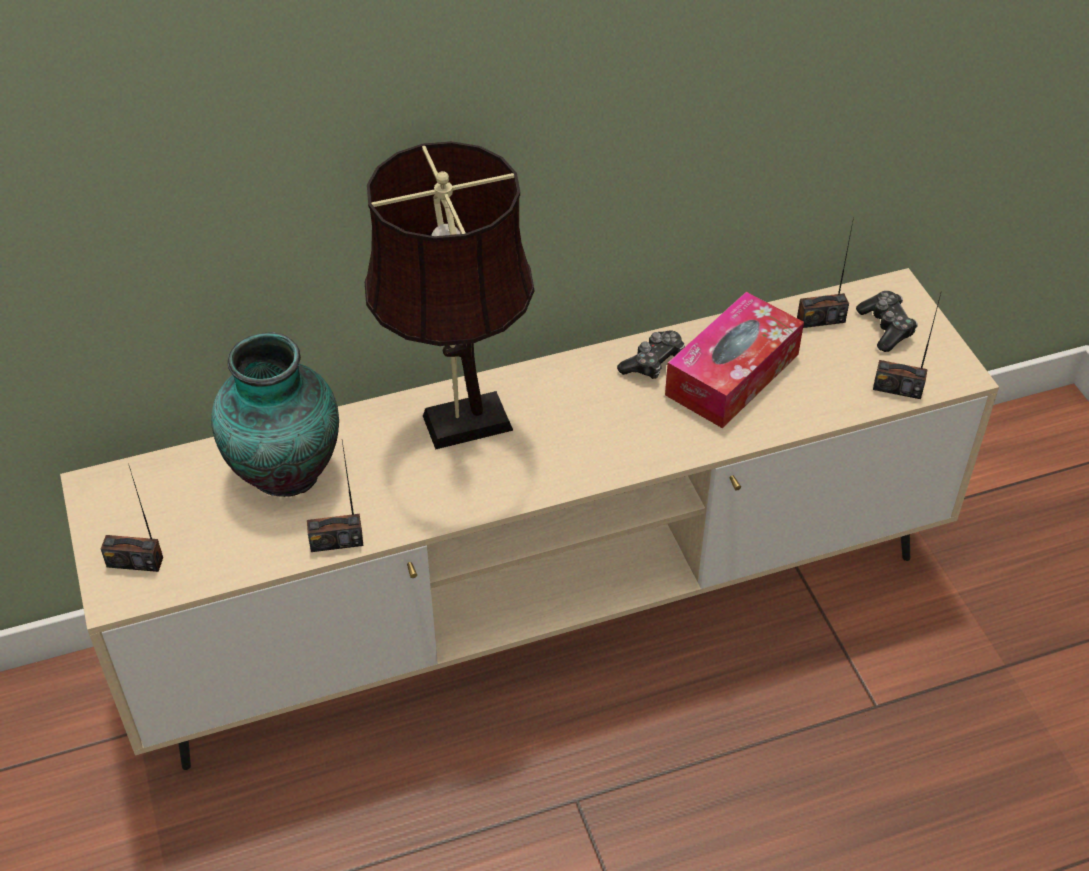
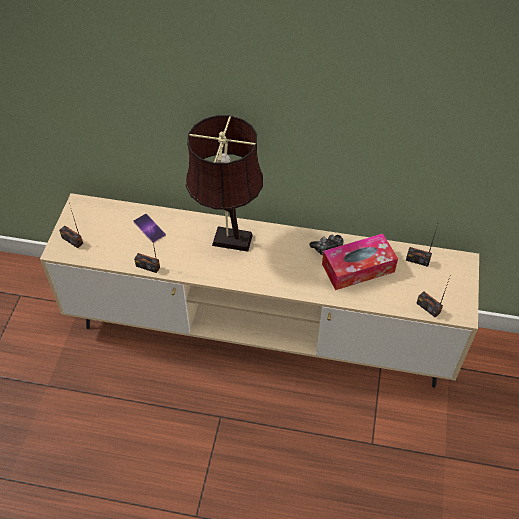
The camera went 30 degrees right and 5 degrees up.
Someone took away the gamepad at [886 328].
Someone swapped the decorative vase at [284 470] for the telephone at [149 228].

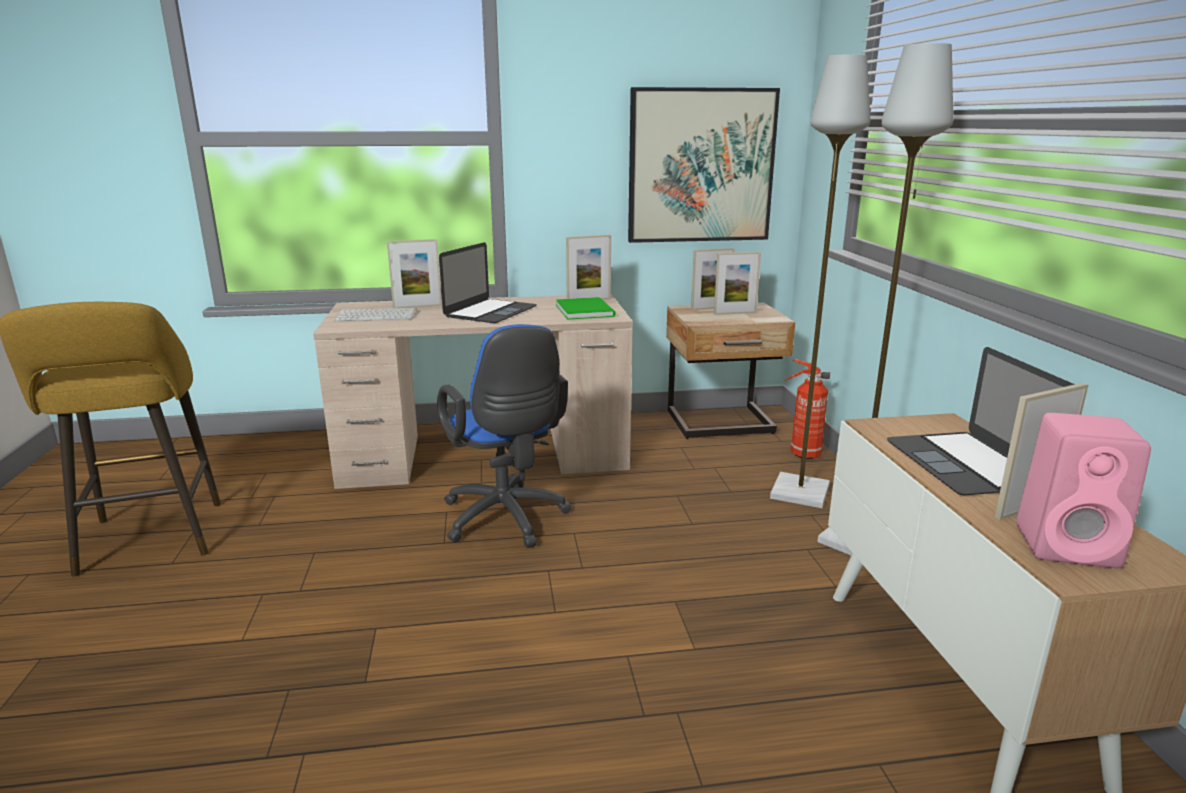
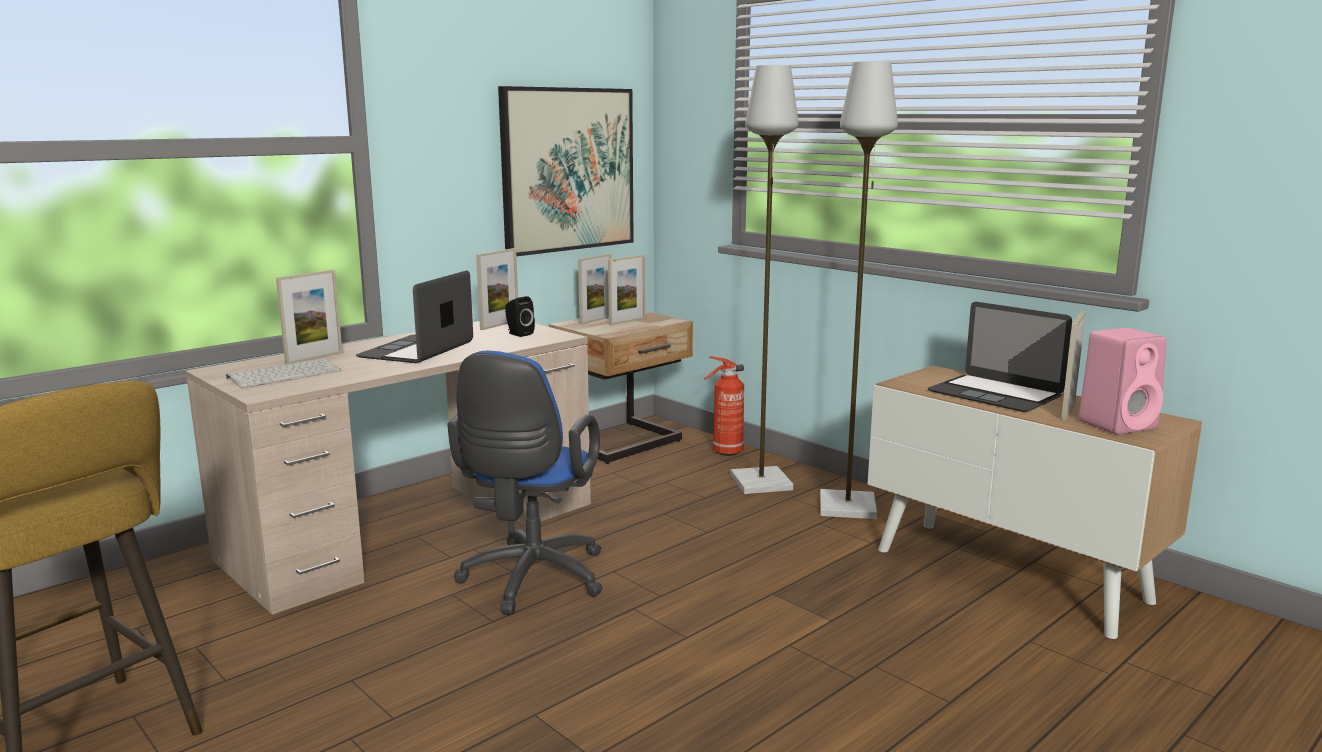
The camera went 35 degrees left and 5 degrees down.
Someone rotated the notebook computer at [490 311] by 150 degrees counterclockwise.
Someone swapped the greenish book at [585 310] for the blackish audio speaker at [518 334].
Someone rotated the blue-coloured computer chair at [507 520] by 75 degrees clockwise.

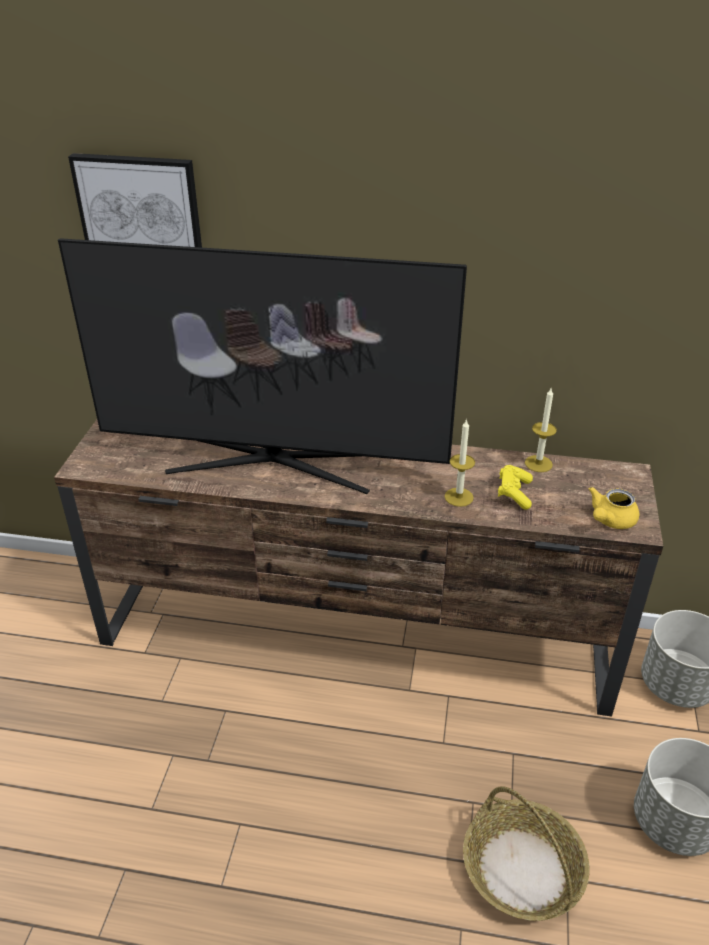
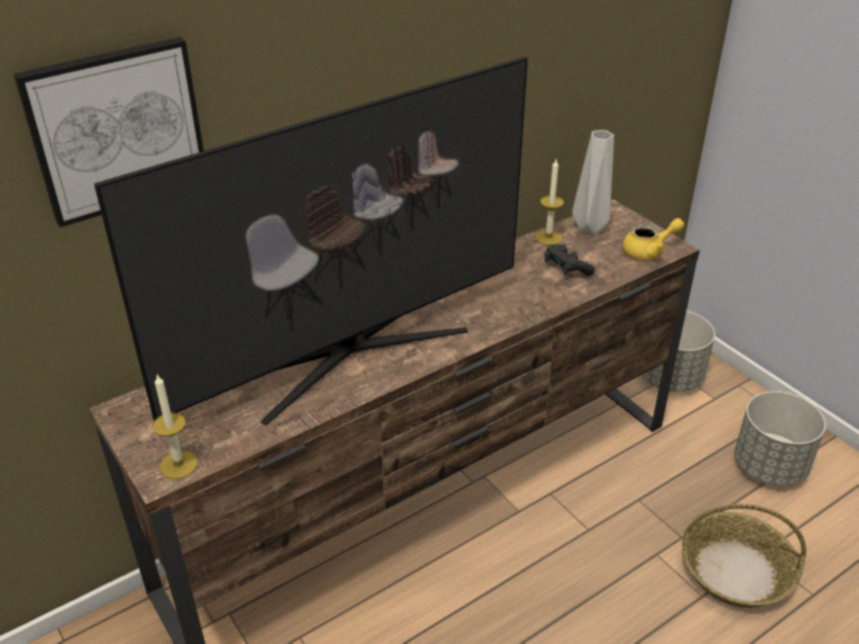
The camera went 45 degrees left and 0 degrees up.
Someone carried the wax light from [459 497] to [178 465].
Someone repainted the yellow gamepad at [514 493], which became the blackish gamepad at [566 268].
Someone rotated the yellow pot for tea at [610 520] by 105 degrees counterclockwise.
Someone put down the gray decorative vase at [591 227].

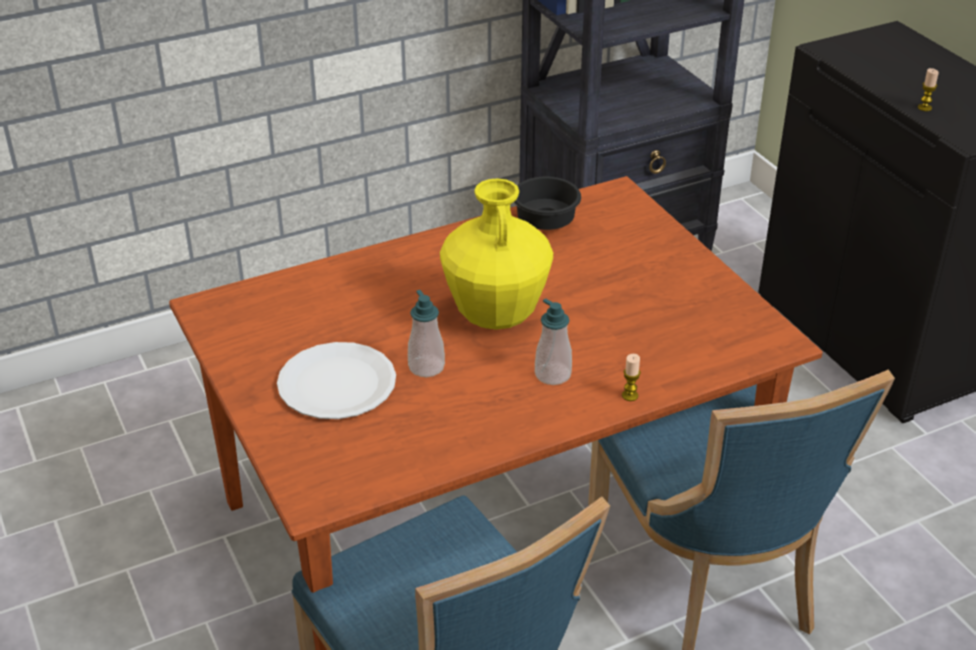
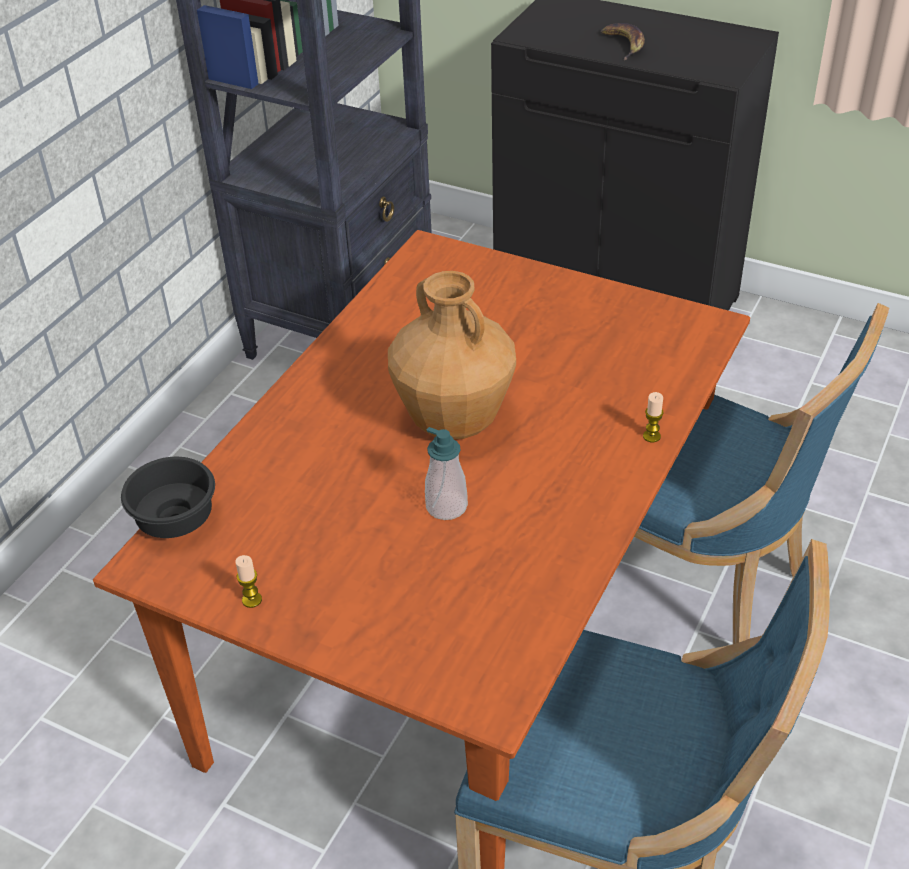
The camera went 35 degrees left and 5 degrees up.
Someone carried the wax light from [924 108] to [252 600].
Someone carried the blackish deep dish from [547 223] to [178 519].
Someone repainted the yellow decorative vase at [496 316], which became the brown decorative vase at [453 422].
Someone took away the soap dispenser at [553 374].
Someone took away the white-coloured flat dish at [337 384].
Someone put down the whole banana at [624 44].

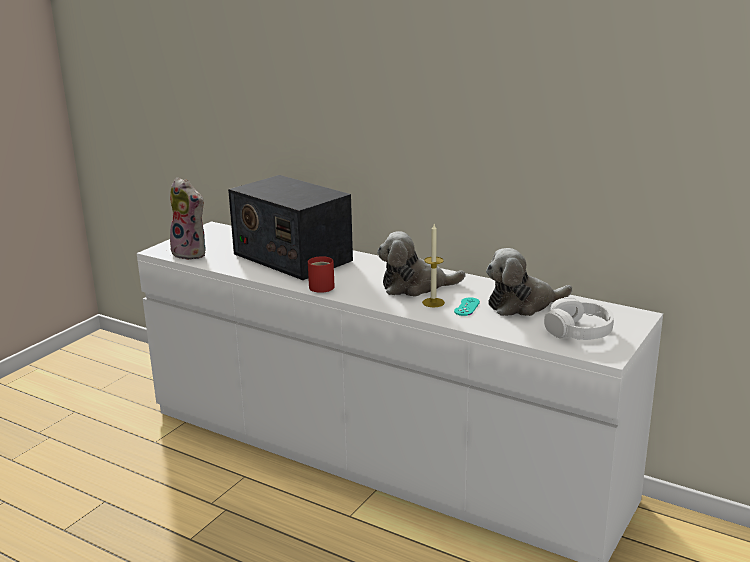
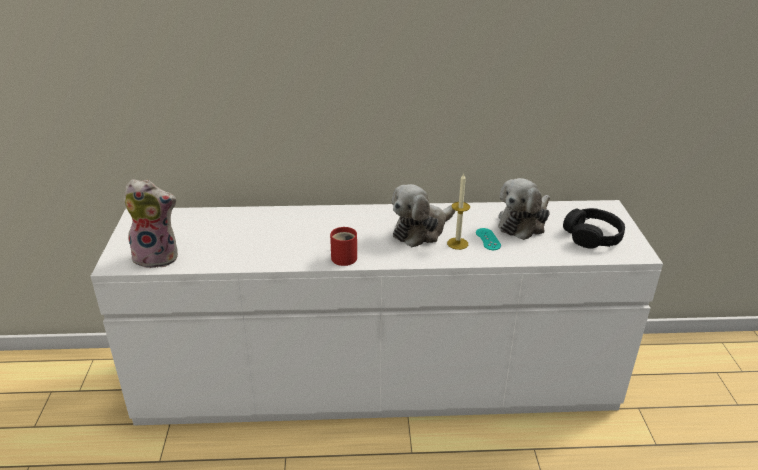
The camera went 35 degrees left and 10 degrees up.
Someone took away the radio receiver at [292 257].
Someone repainted the white-coloured pair of headphones at [578 331], which became the blackish pair of headphones at [592 236].

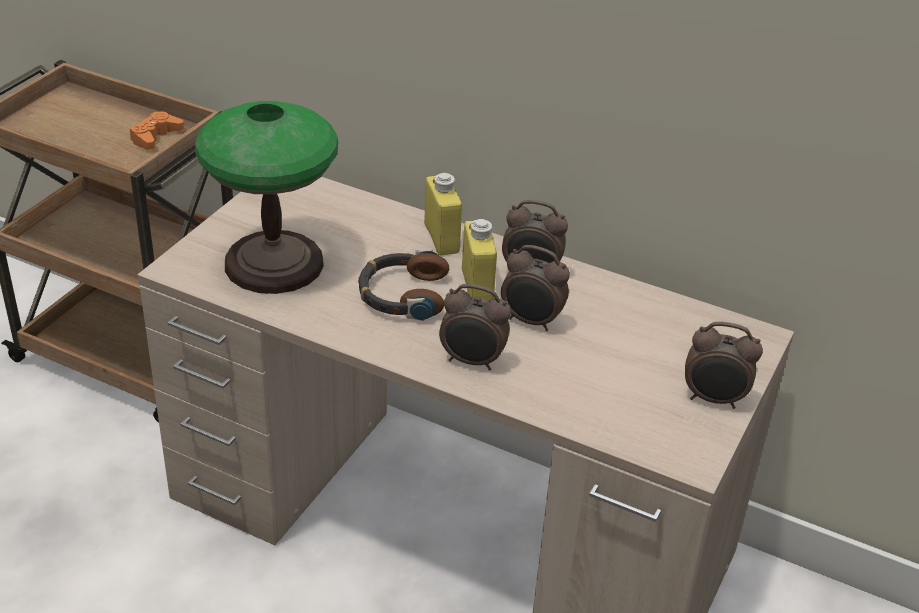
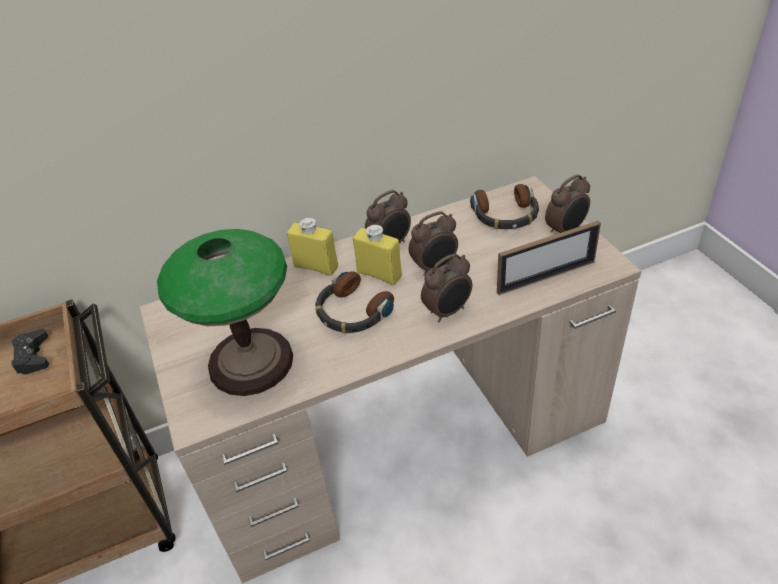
The camera went 45 degrees left and 5 degrees up.
Someone repainted the orangey gamepad at [155 137], which became the blackish gamepad at [33 357].
Someone put down the pair of headphones at [505 215].
Someone put down the photo frame at [546 277].

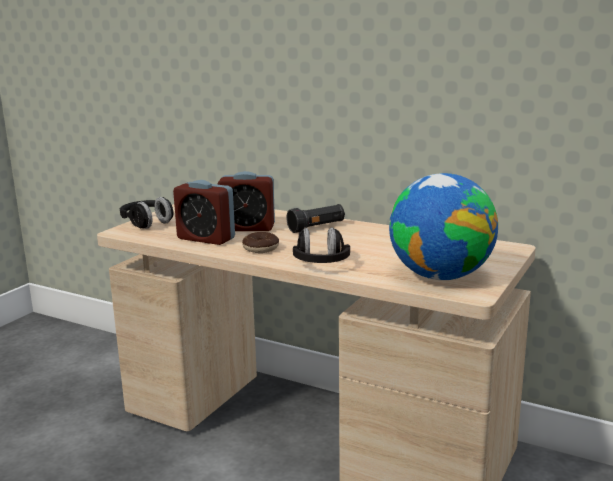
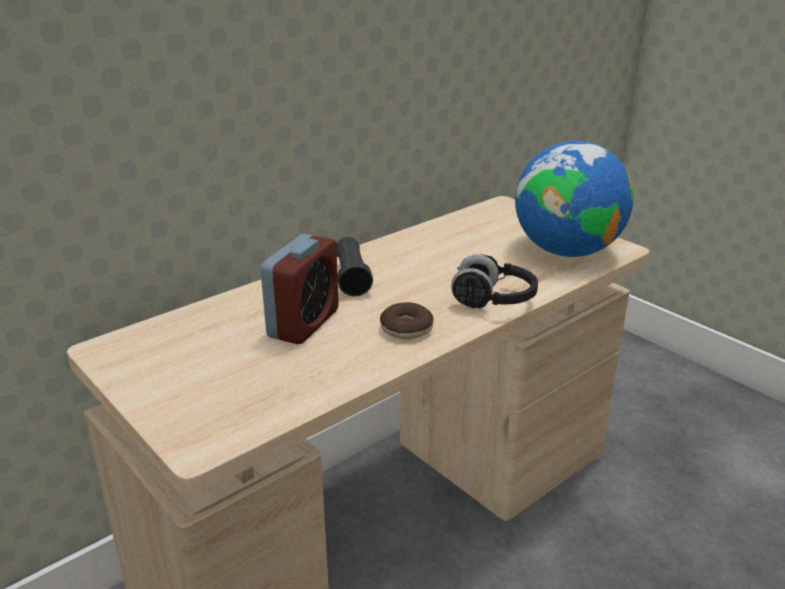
The camera went 70 degrees left and 10 degrees up.
Someone took away the bedside clock at [206 238].
Someone took away the blackish pair of headphones at [147 223].

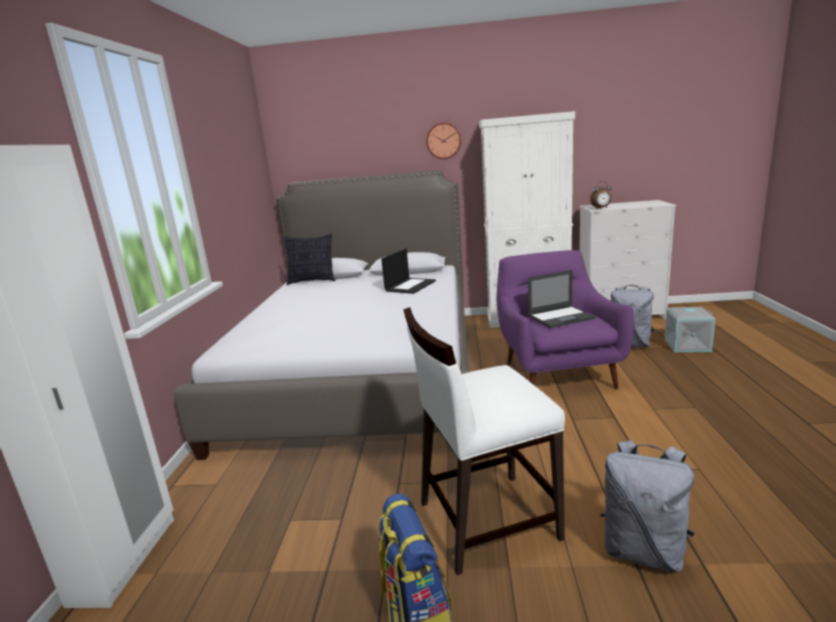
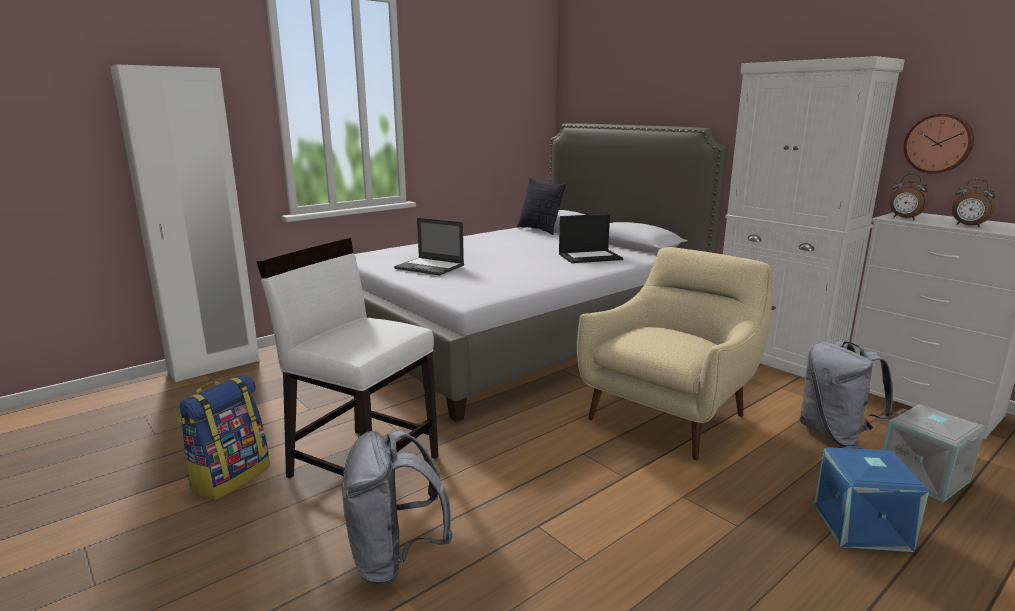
The camera went 45 degrees right and 0 degrees up.
Someone carried the hanging clock from [443 141] to [938 143].
Someone repainted the purple easy chair at [556 373], which became the beige easy chair at [670 414].
Someone carried the notebook computer from [561 317] to [430 267].
Someone put down the bedside clock at [967 226].
Someone put down the blue-coloured storage bin at [863 527].

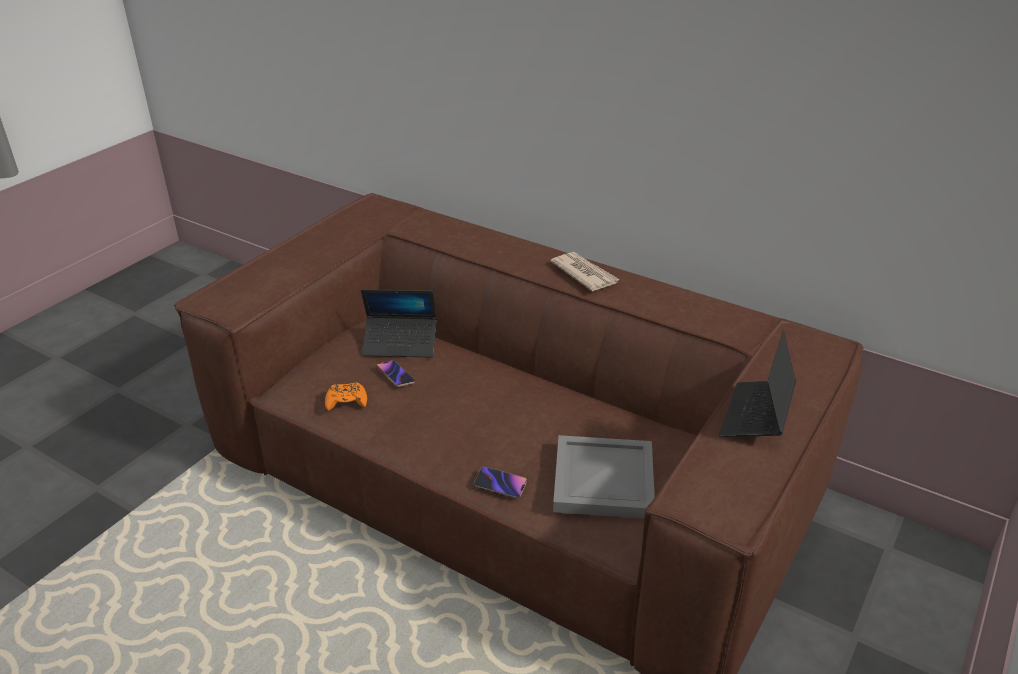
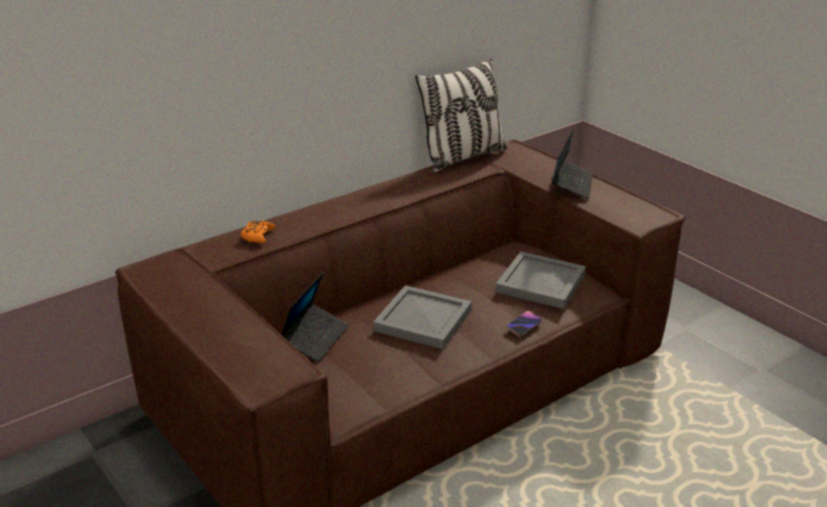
The camera went 70 degrees left and 5 degrees down.
Someone took away the printed paper at [584 273].
Someone rotated the notebook computer at [756 416] by 120 degrees counterclockwise.
Someone took away the telephone at [395 376].
Someone carried the orangey gamepad from [346 401] to [257 236].
Someone put down the pillow at [462 158].
Someone put down the gray serving tray at [423 321].

